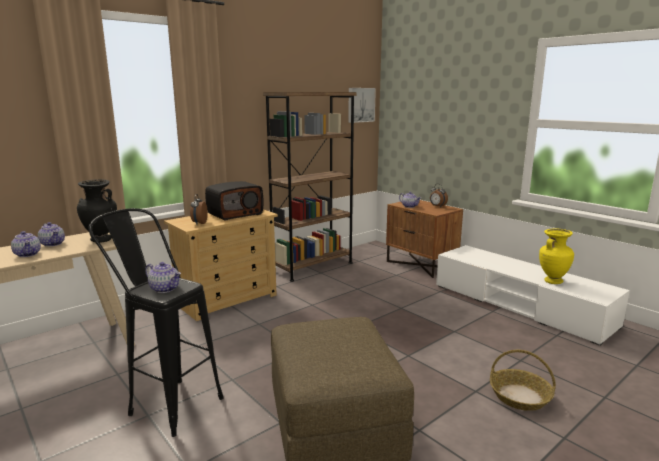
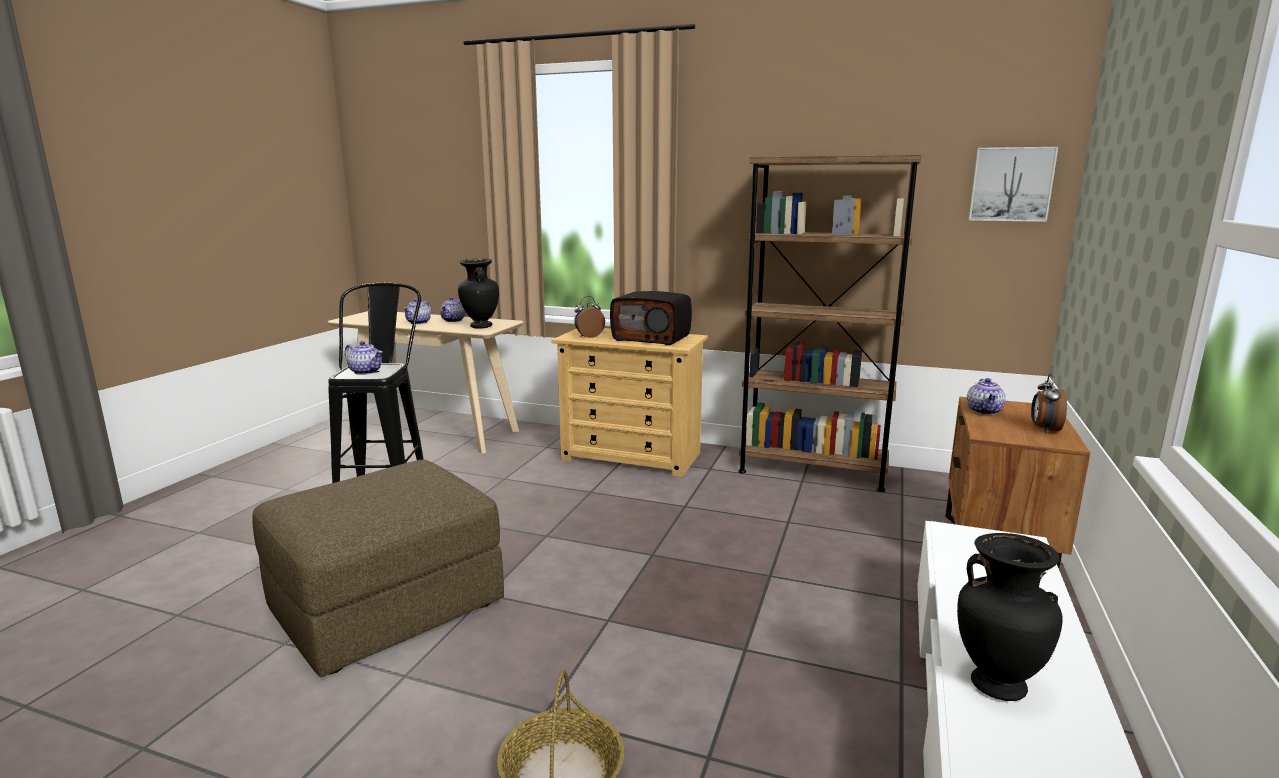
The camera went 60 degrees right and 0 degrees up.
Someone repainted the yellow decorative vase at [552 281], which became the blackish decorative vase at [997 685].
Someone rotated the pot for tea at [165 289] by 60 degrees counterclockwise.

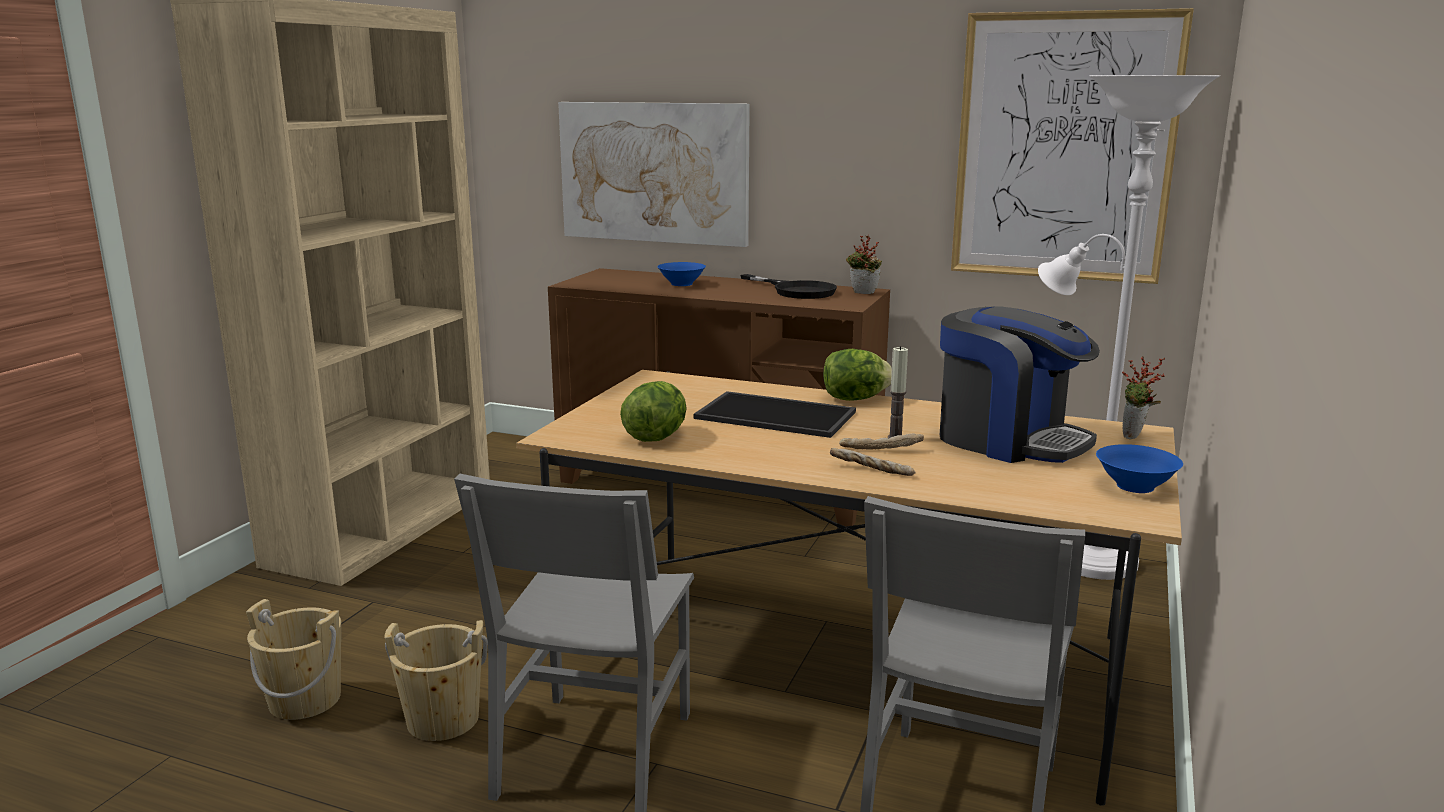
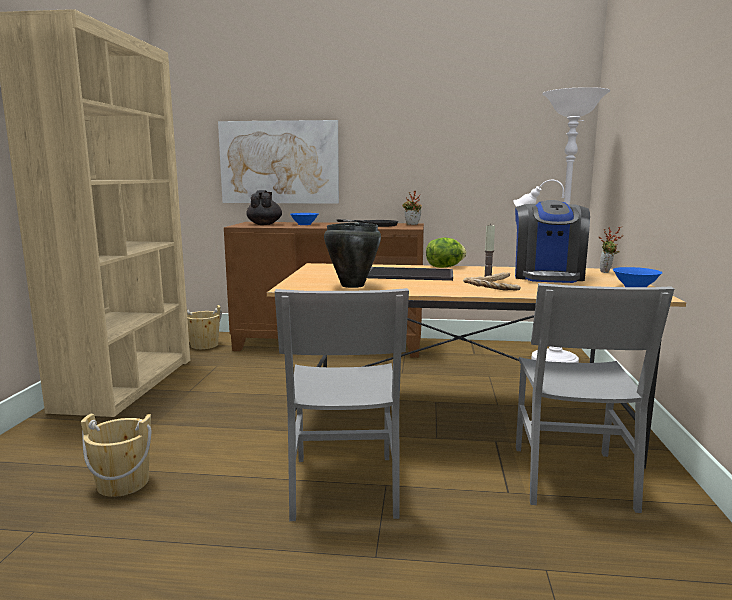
The camera went 15 degrees left and 5 degrees down.
Someone took away the picture at [1064 148].
Someone rotated the coffee brewer at [1009 440] by 75 degrees clockwise.
Someone swapped the lettuce head at [656 437] for the blackish cooking pot at [352 285].
Someone carried the beige bucket from [443 720] to [204 345].
Someone put down the blackish pot for tea at [264 224].

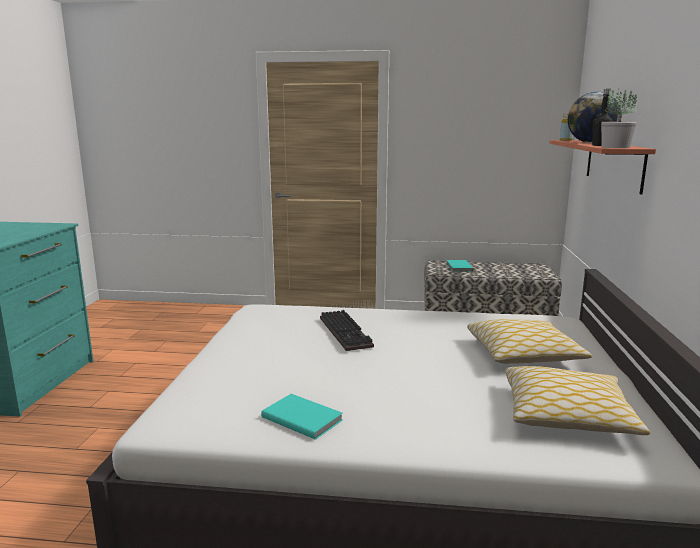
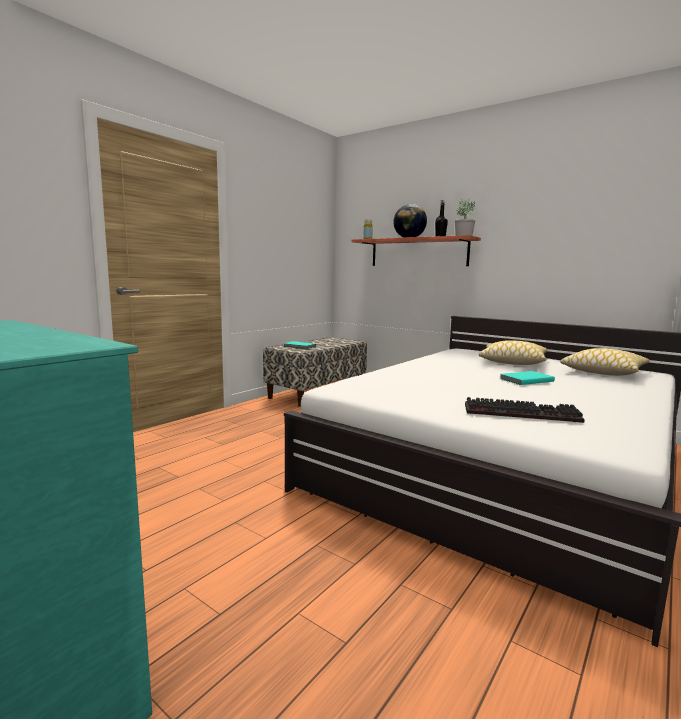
The camera went 60 degrees left and 5 degrees down.
Someone carried the computer keyboard from [347 332] to [522 413].
Someone carried the turquoise-coloured book from [302 418] to [525 380].

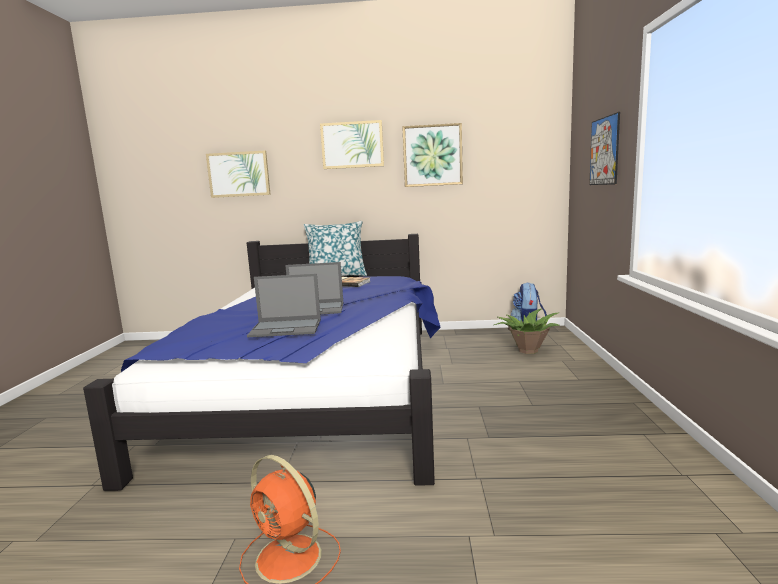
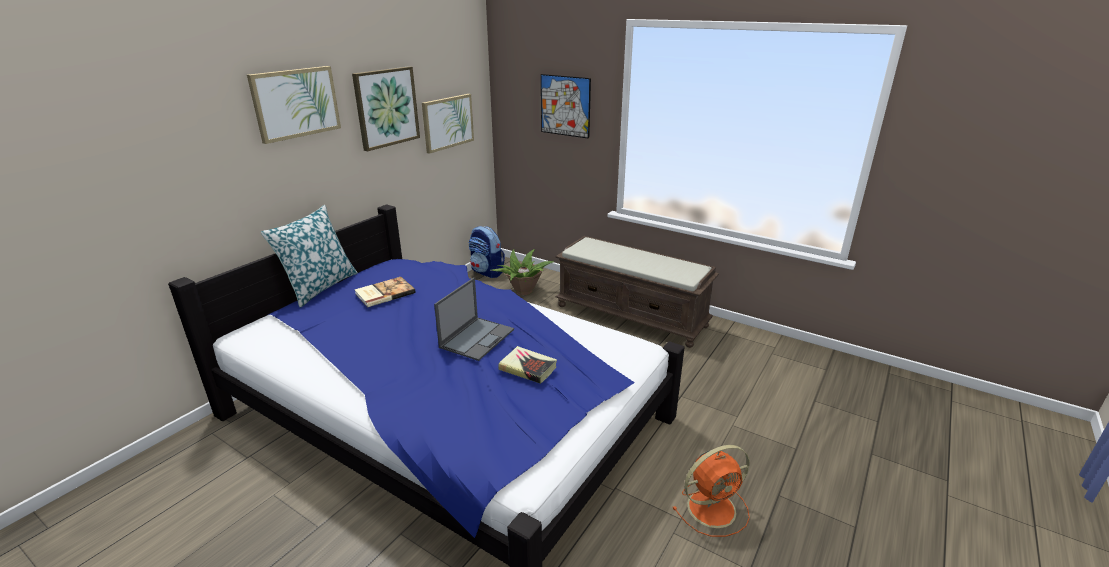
The camera went 60 degrees left and 15 degrees up.
Someone carried the picture from [239 174] to [448 122].
Someone swapped the notebook computer at [286 328] for the book at [528 368].
Someone put down the brown long seat at [632 315].

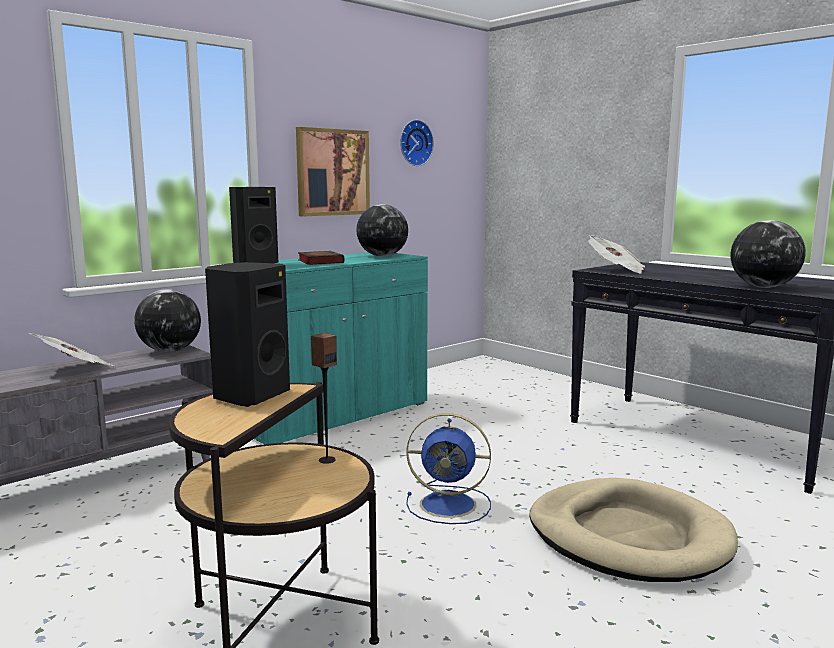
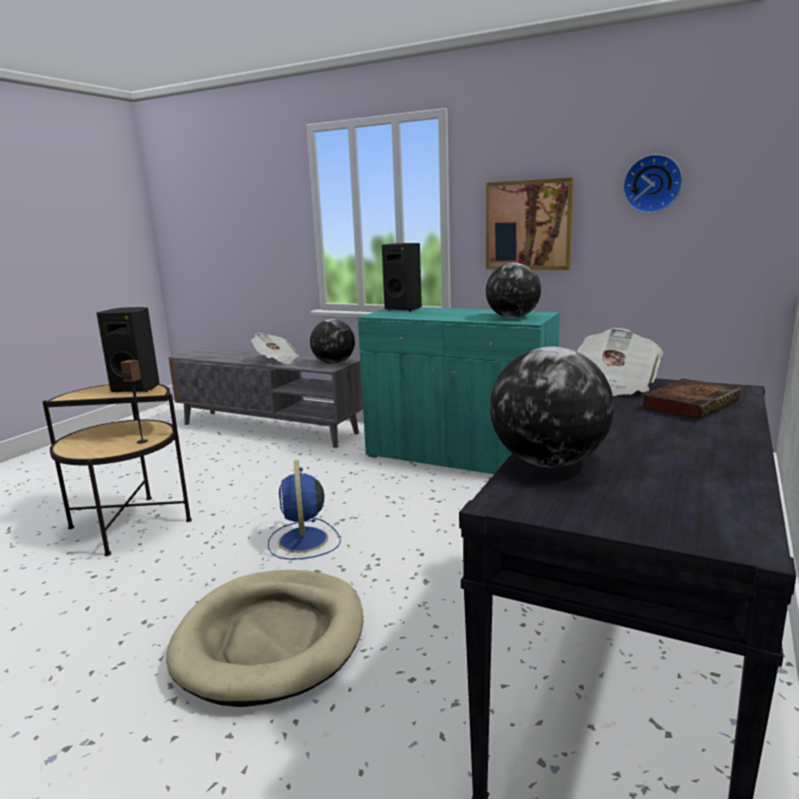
The camera went 70 degrees right and 5 degrees up.
Someone carried the book from [319 262] to [690 404].

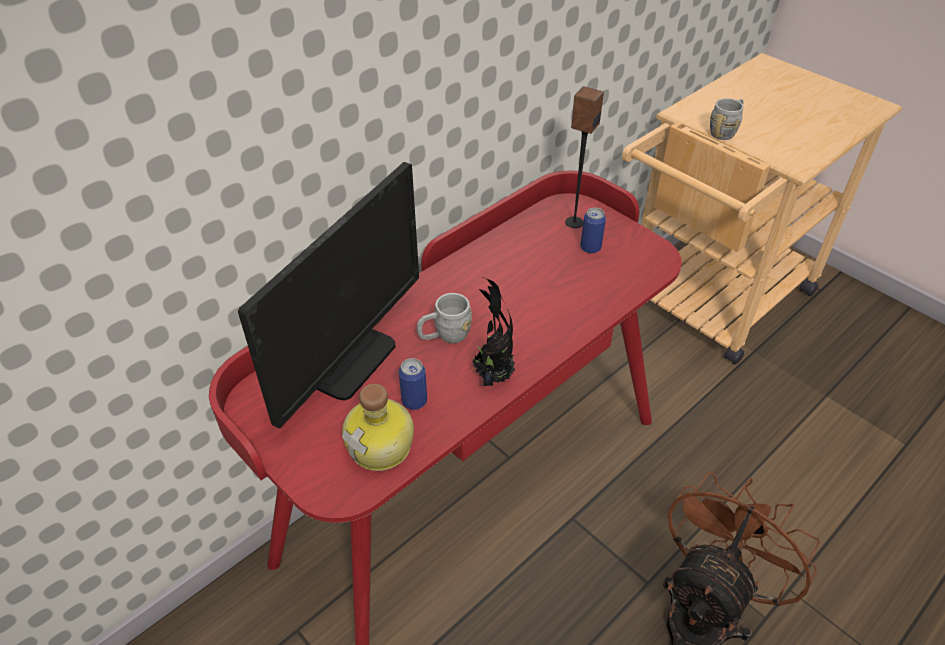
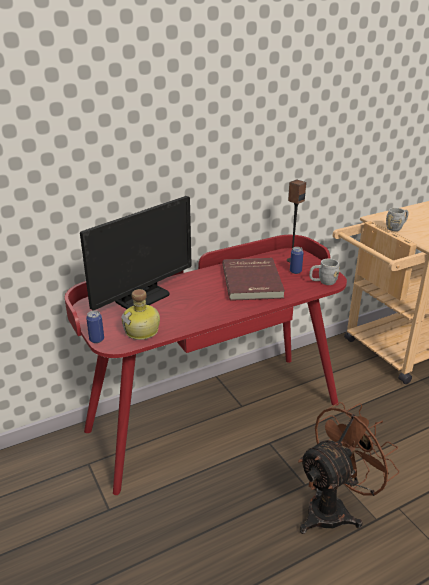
The camera went 15 degrees right and 15 degrees down.
Someone took away the potted plant at [491 376].
Someone carried the gray mug from [445 336] to [323 282].
Someone carried the sealed can from [414 401] to [96 339].
Someone put down the reddish book at [253 281].

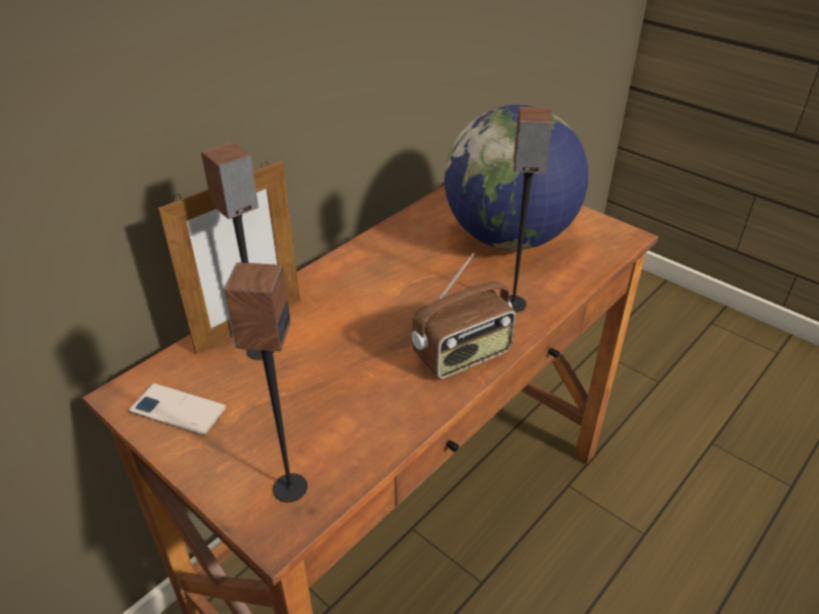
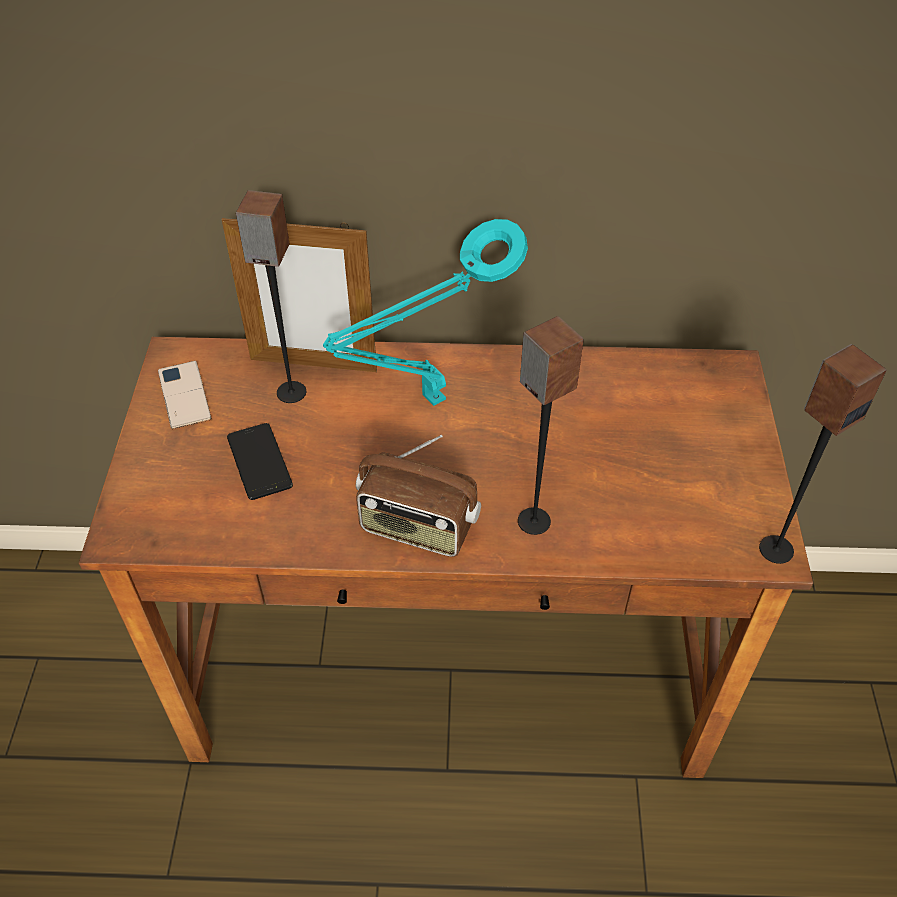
The camera went 50 degrees right and 10 degrees up.
Someone took away the desk globe at [509 238].
Someone carried the audio speaker from [289 487] to [775 549].
Someone put down the turquoise-coloured lamp for a table at [428 402].
Someone put down the telephone at [259 462].

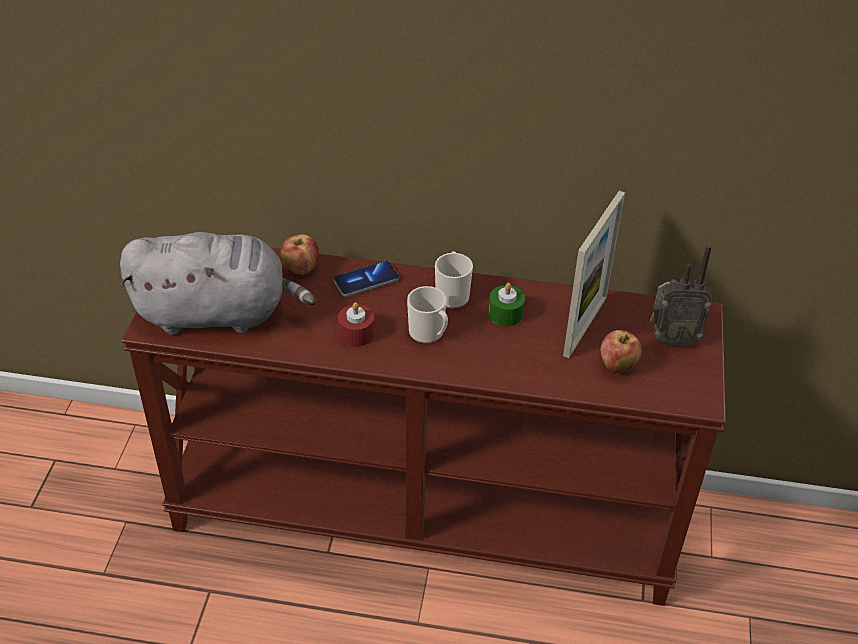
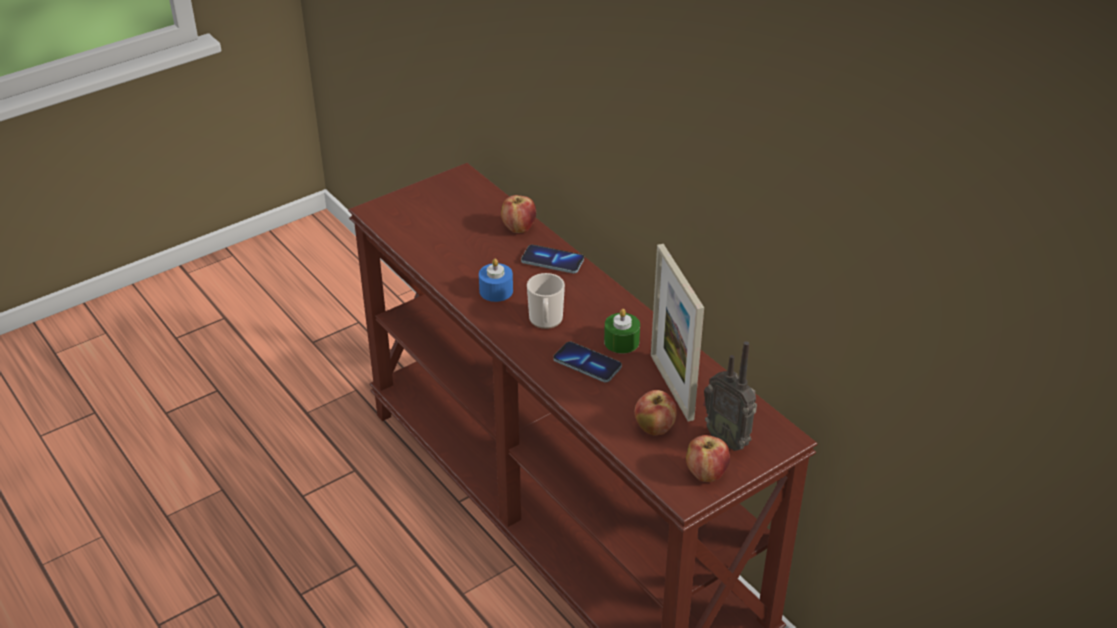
The camera went 45 degrees right and 5 degrees down.
Someone rotated the photo frame at [585 326] by 90 degrees clockwise.
Someone took away the gray plush toy at [218 313].
Someone took away the mug at [452 294].
Someone repainted the reddish wax light at [356 333], which became the blue-coloured wax light at [496 291].
Someone put down the telephone at [587 364].
Someone put down the whole apple at [706 474].

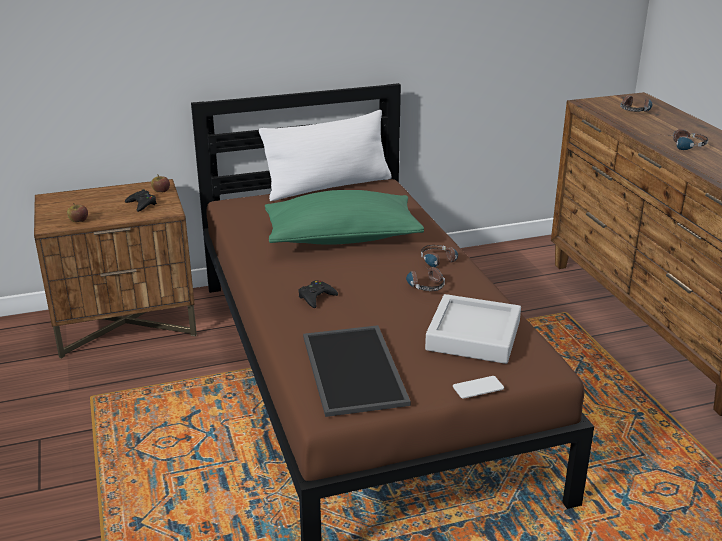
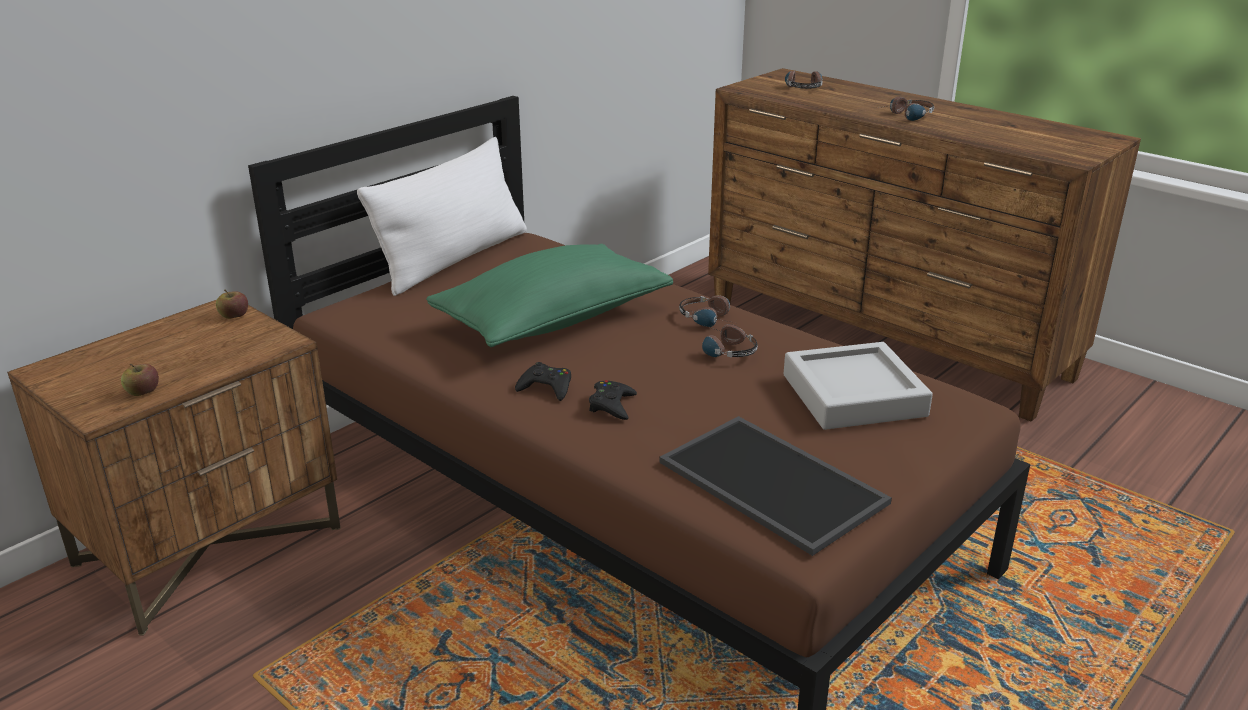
The camera went 30 degrees left and 0 degrees up.
Someone carried the blackish gamepad from [141 204] to [546 387].
Someone took away the telephone at [478 388].

